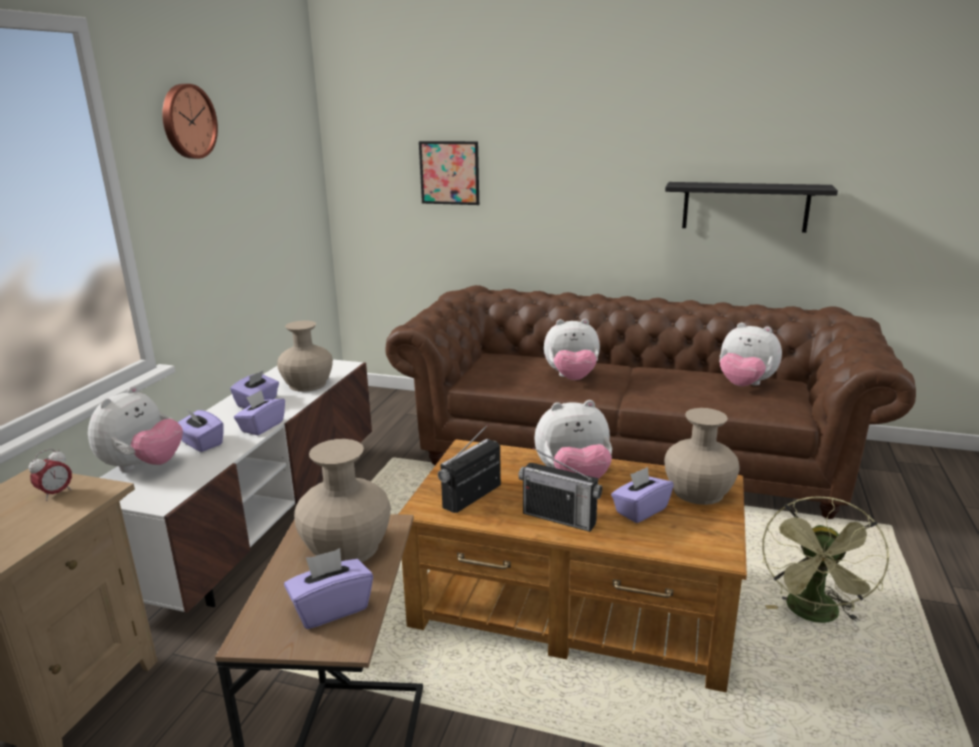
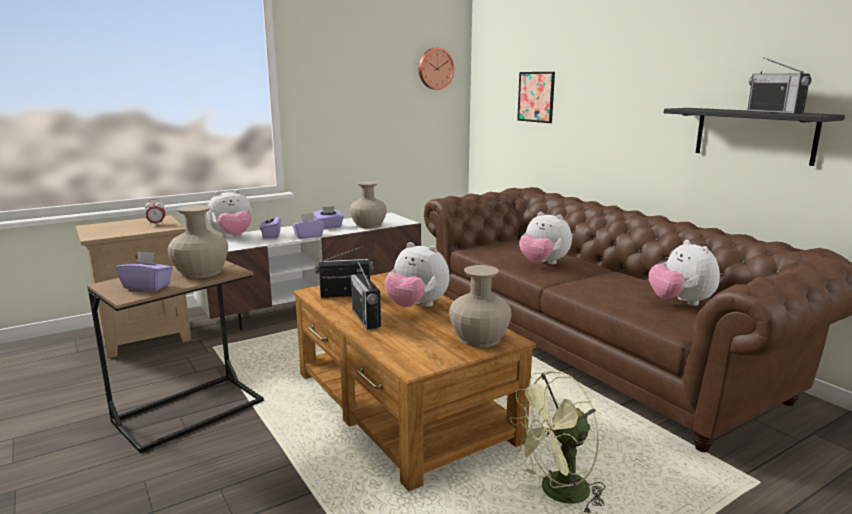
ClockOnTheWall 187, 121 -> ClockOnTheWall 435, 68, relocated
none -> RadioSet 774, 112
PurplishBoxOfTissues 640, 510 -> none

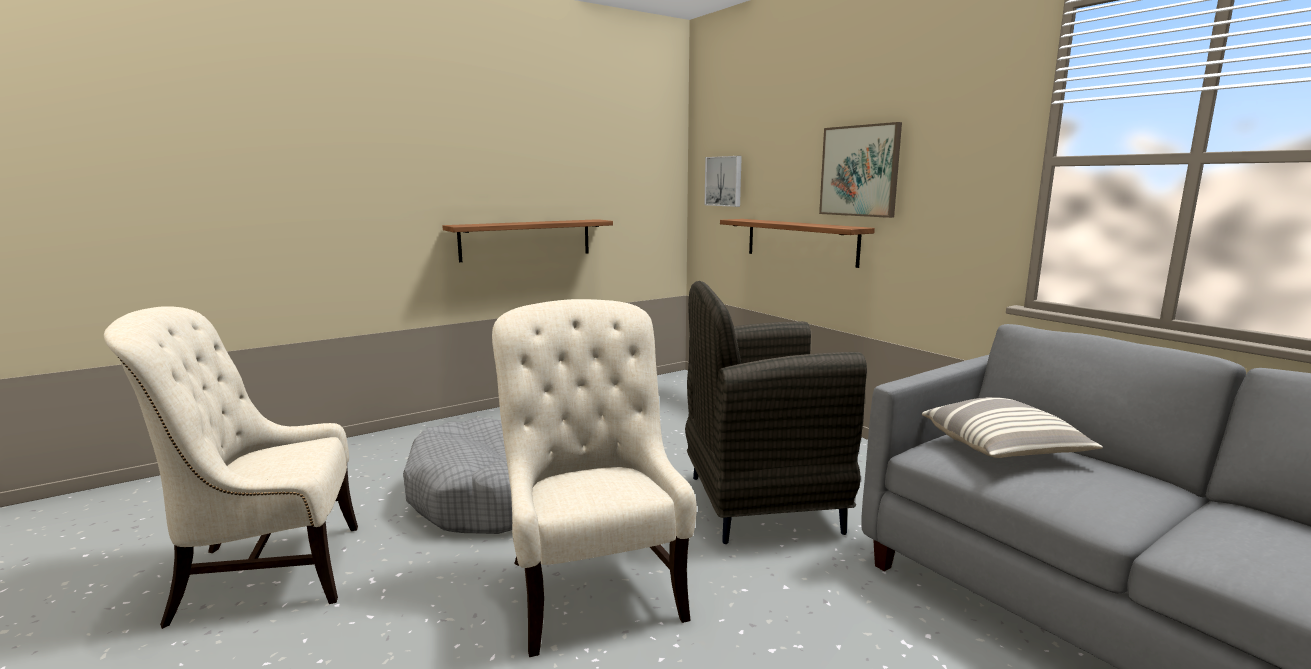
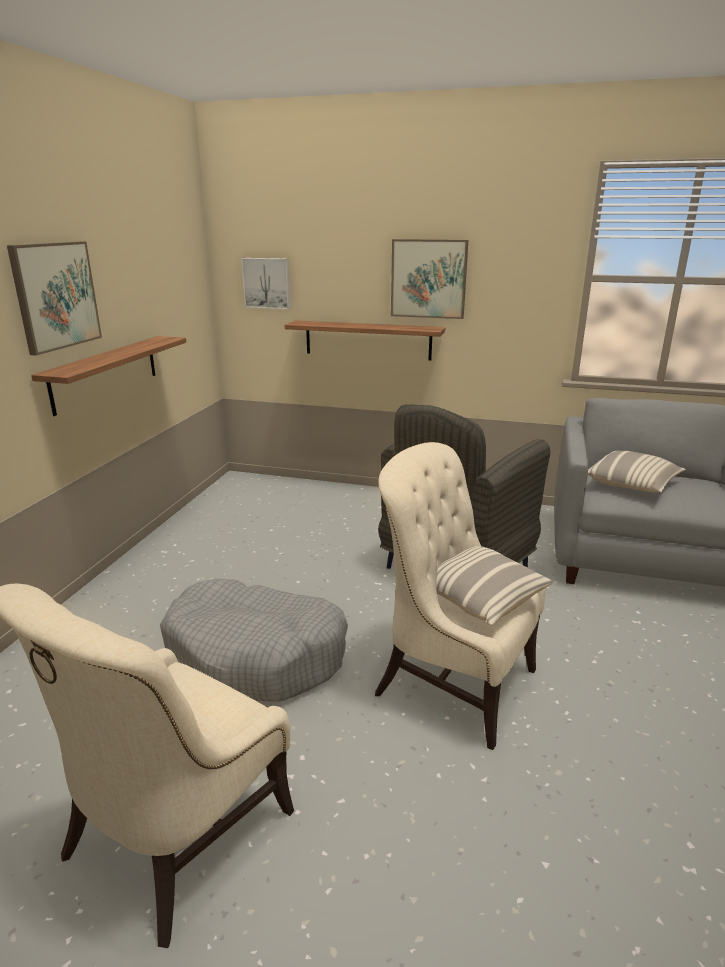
none -> WallArt 56, 296
none -> Cushion 479, 597

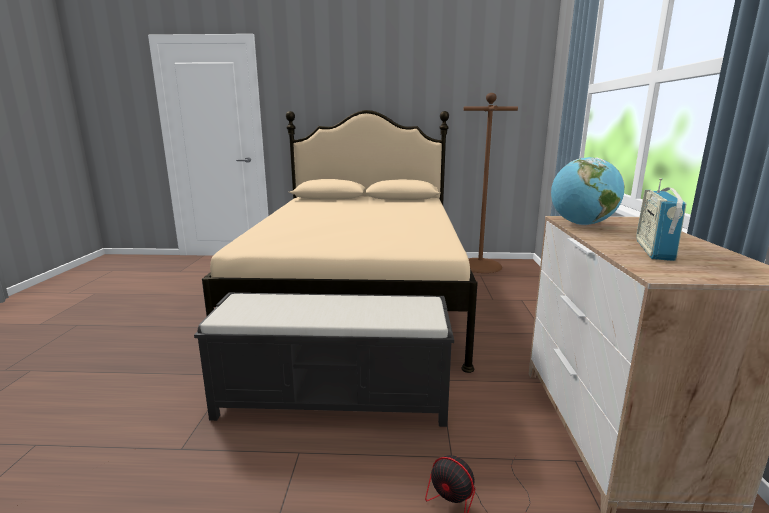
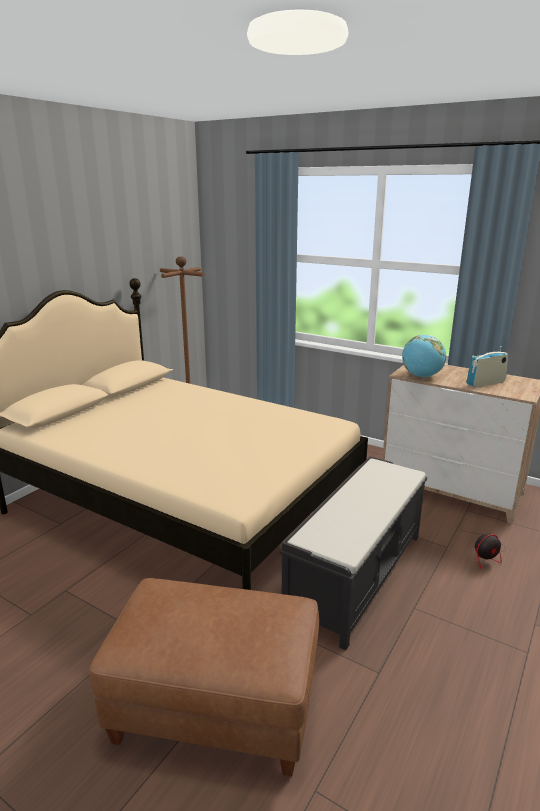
none -> BrownishFootrest 213, 709
RadioSet 654, 250 -> RadioSet 485, 383, 105 degrees clockwise

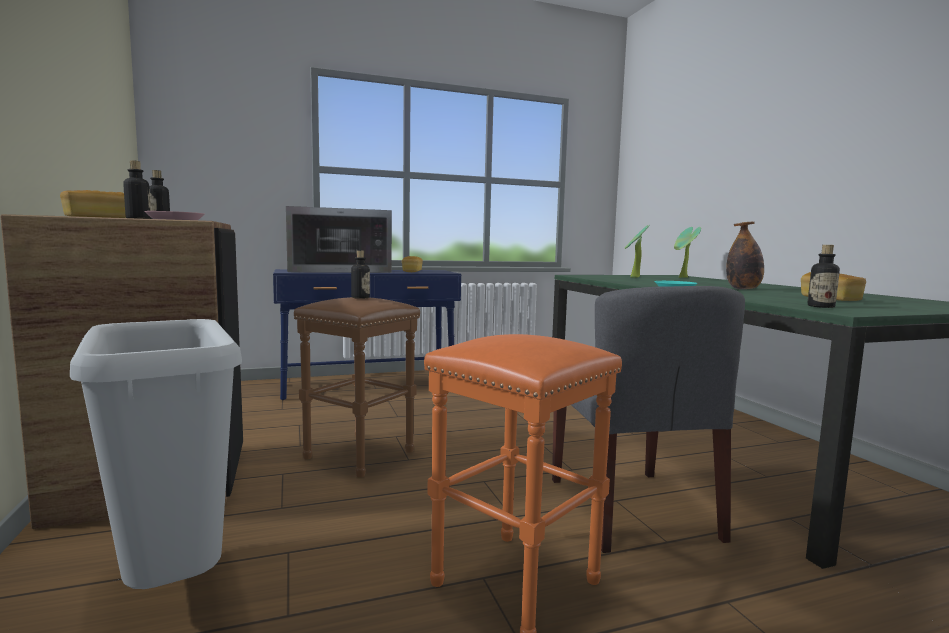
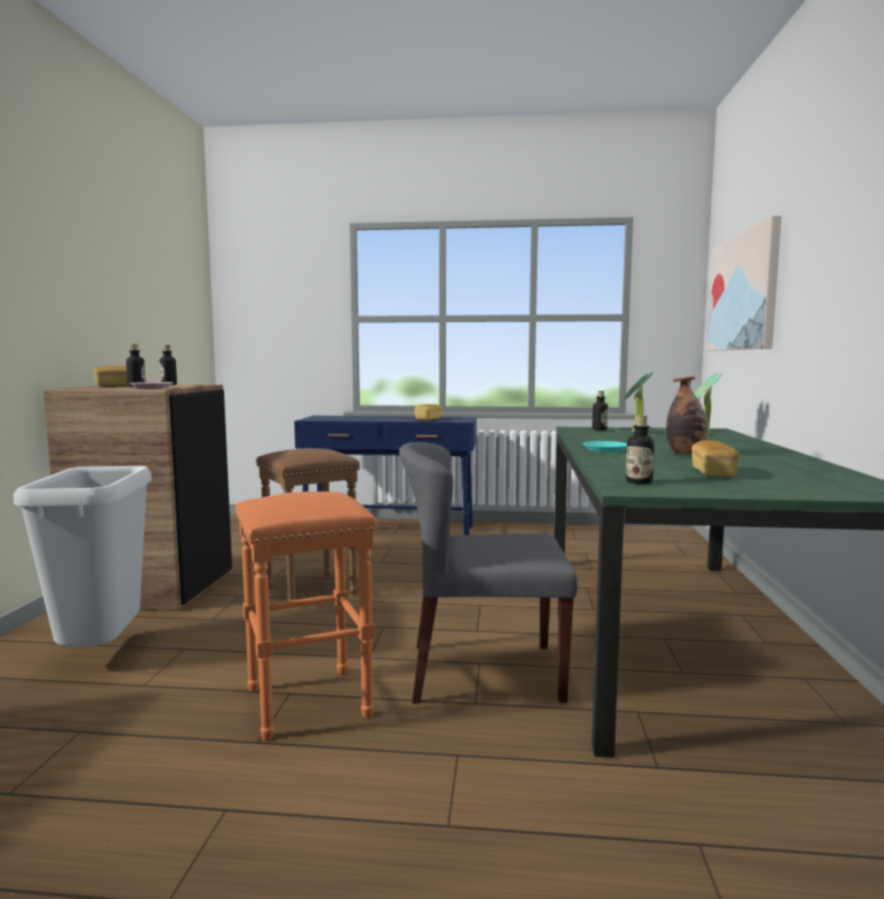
GreyishChair 631, 508 -> GreyishChair 483, 672, 75 degrees clockwise
DrinkBottle 360, 297 -> DrinkBottle 599, 429, relocated
none -> WallArt 743, 292
KitchenMicrowave 339, 271 -> none

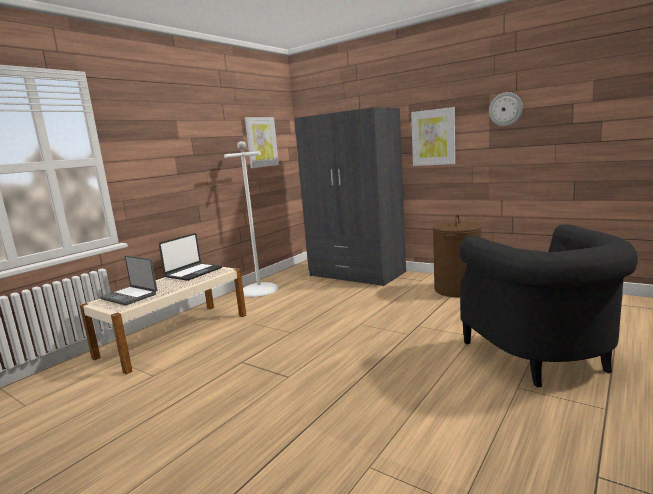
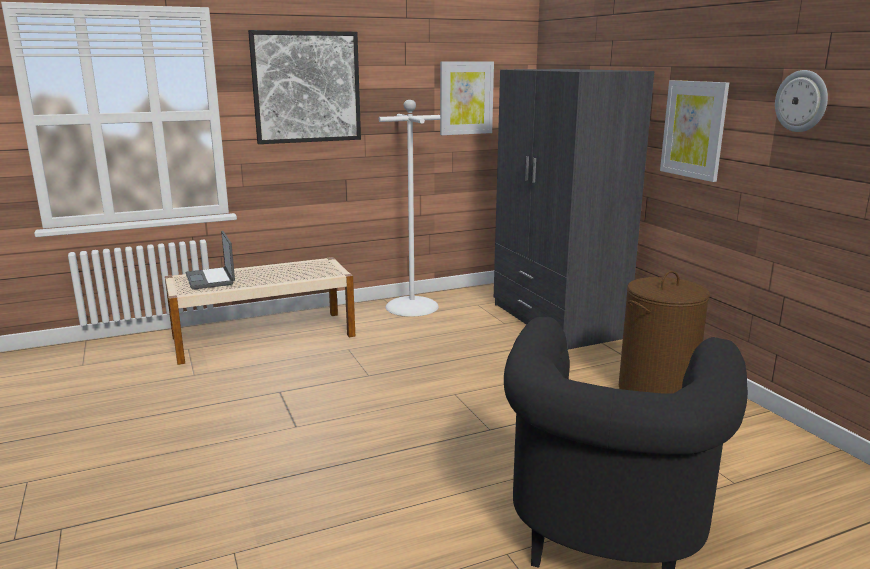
none -> WallArt 306, 87
NotebookComputer 193, 272 -> none

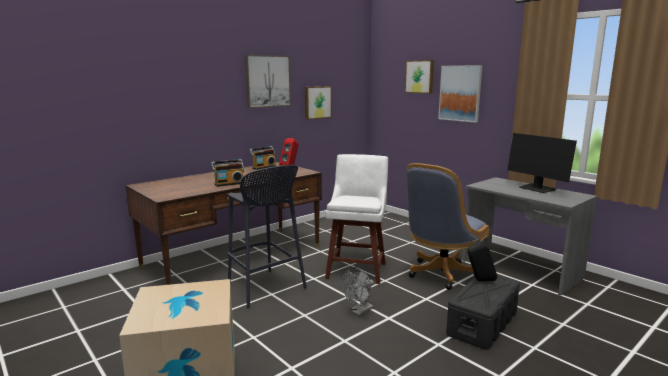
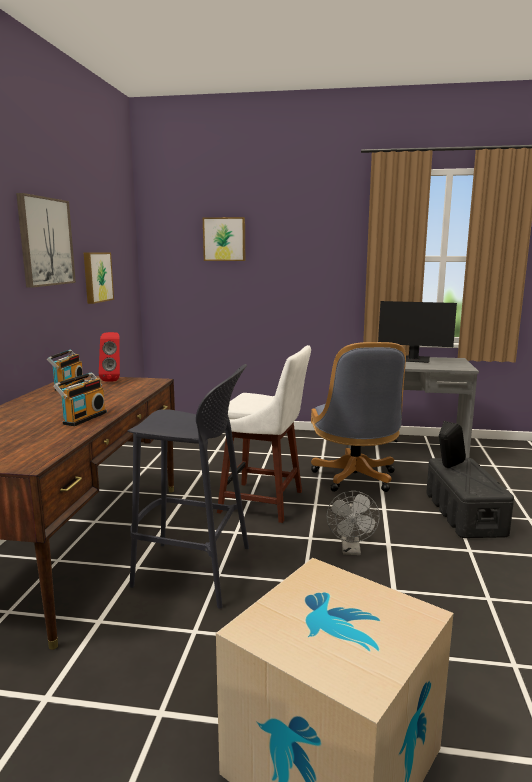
WhiteColouredChair 357, 269 -> WhiteColouredChair 266, 502, 135 degrees clockwise
WallArt 460, 93 -> none

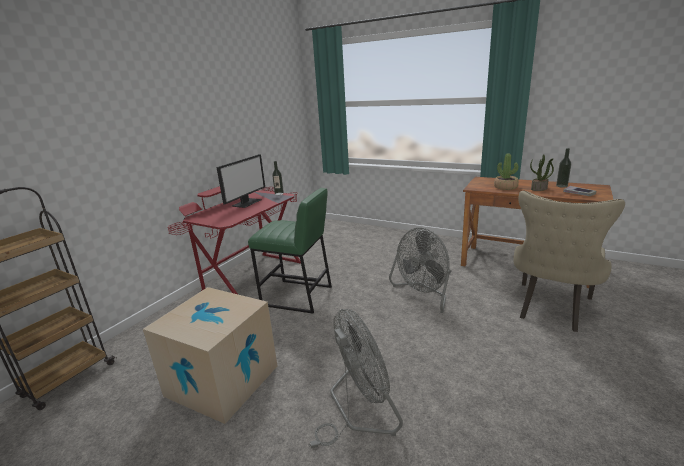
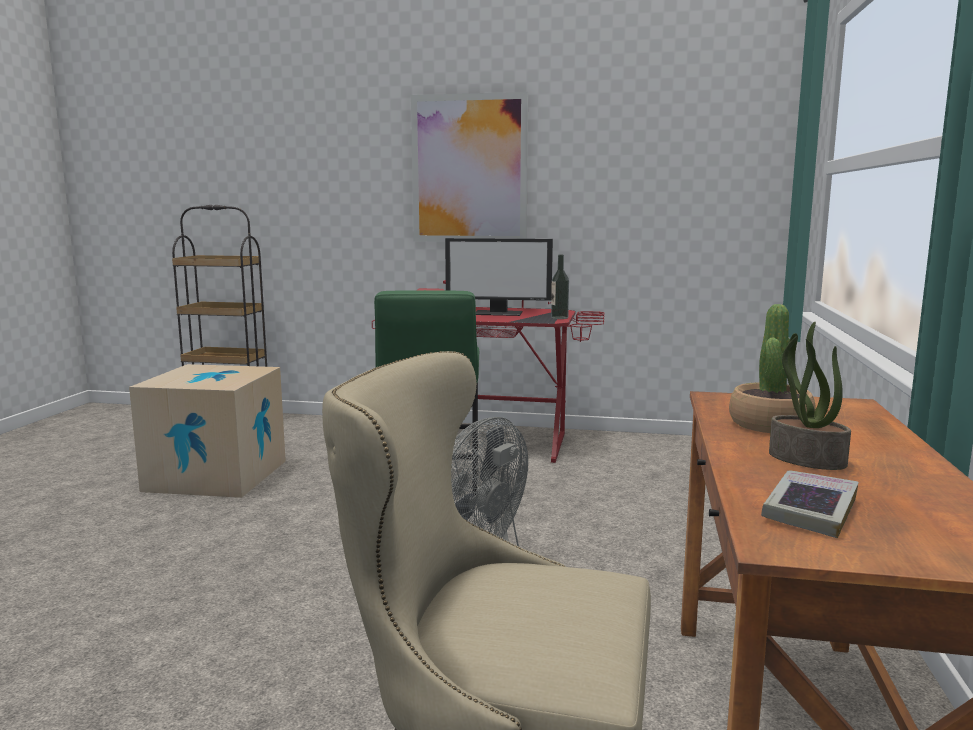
none -> WallArt 469, 169
GreyishFan 354, 408 -> none
DrinkBottle 561, 186 -> none

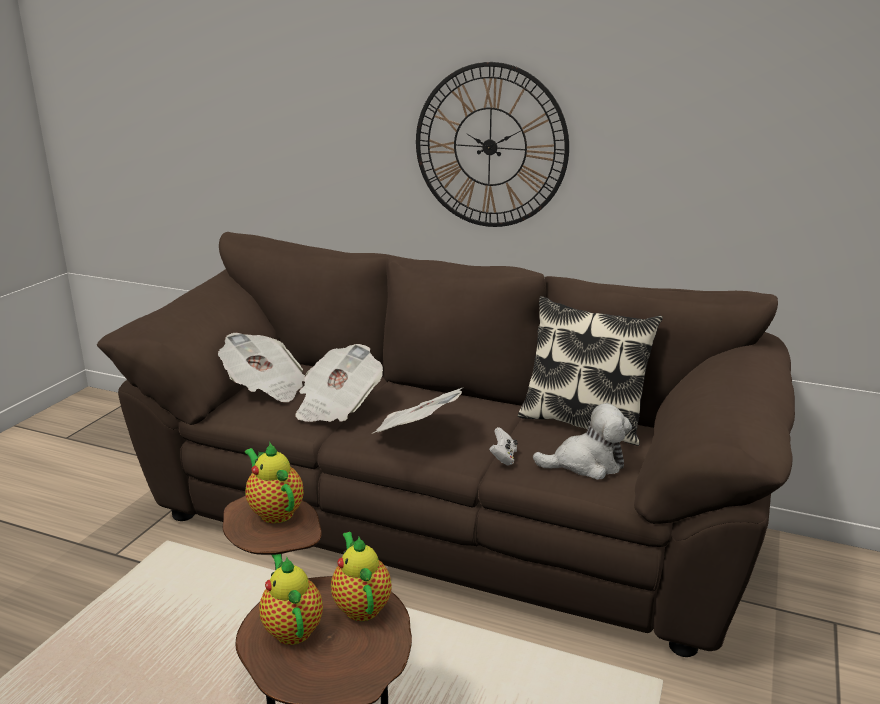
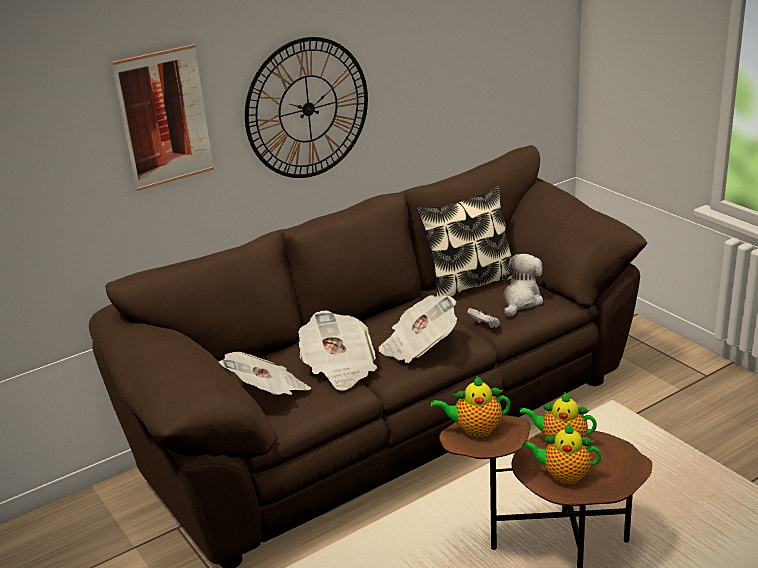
none -> WallArt 164, 118

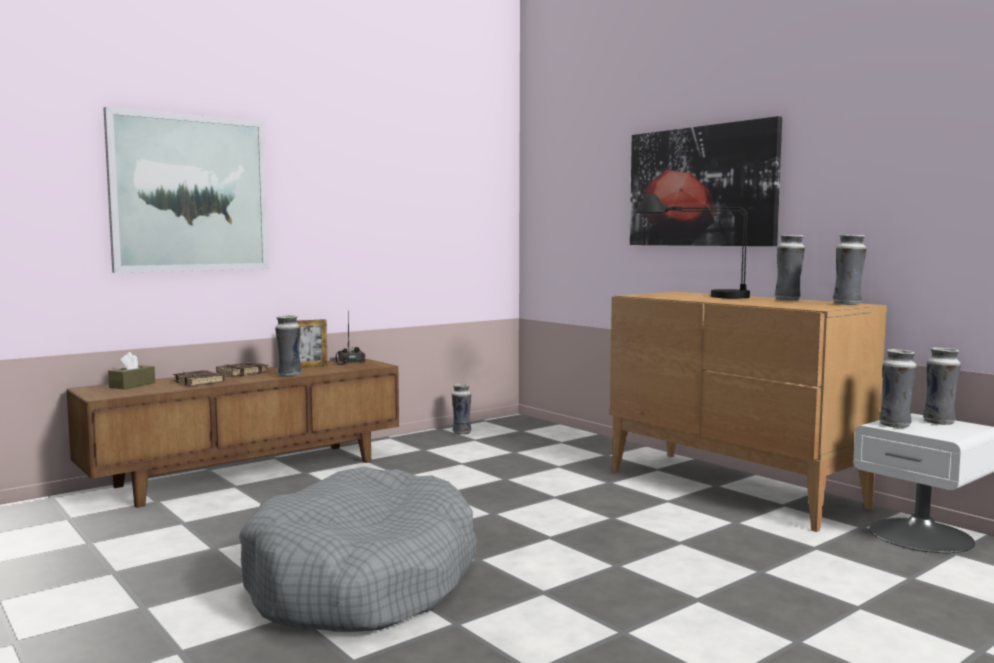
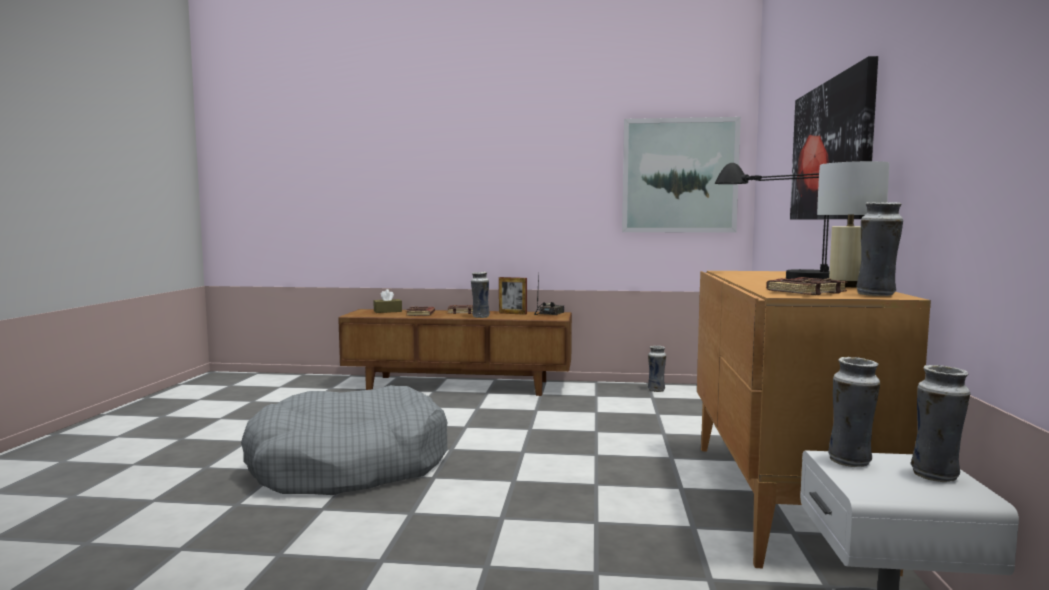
WallArt 190, 193 -> WallArt 679, 176, relocated
none -> BrownishBook 805, 292
FlowerVase 788, 300 -> WhiteColouredLampForATable 846, 285

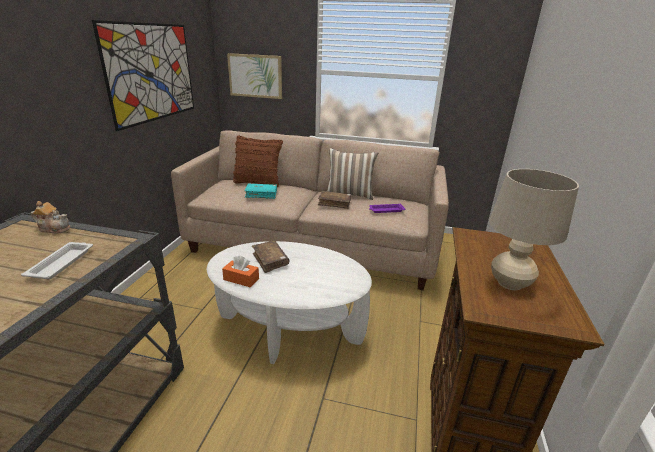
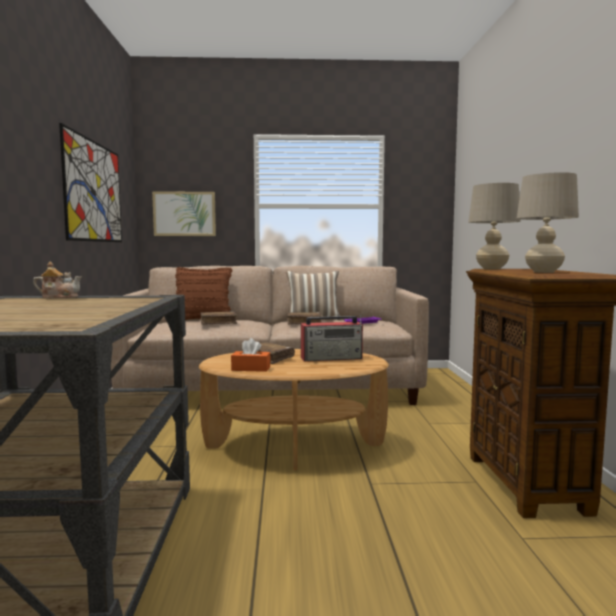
WhiteColouredLoungeTable 289, 330 -> BrownishLoungeTable 294, 446
TurquoiseBook 261, 194 -> BrownishBook 218, 322
none -> RadioSet 332, 358
none -> BeigeLampForATable 492, 269
WhiteColouredServingTray 62, 263 -> none

